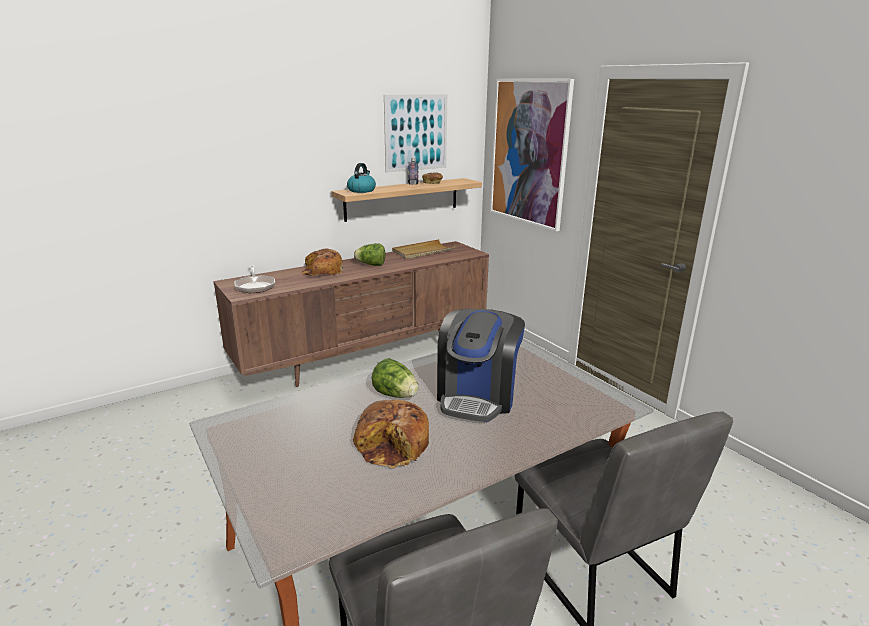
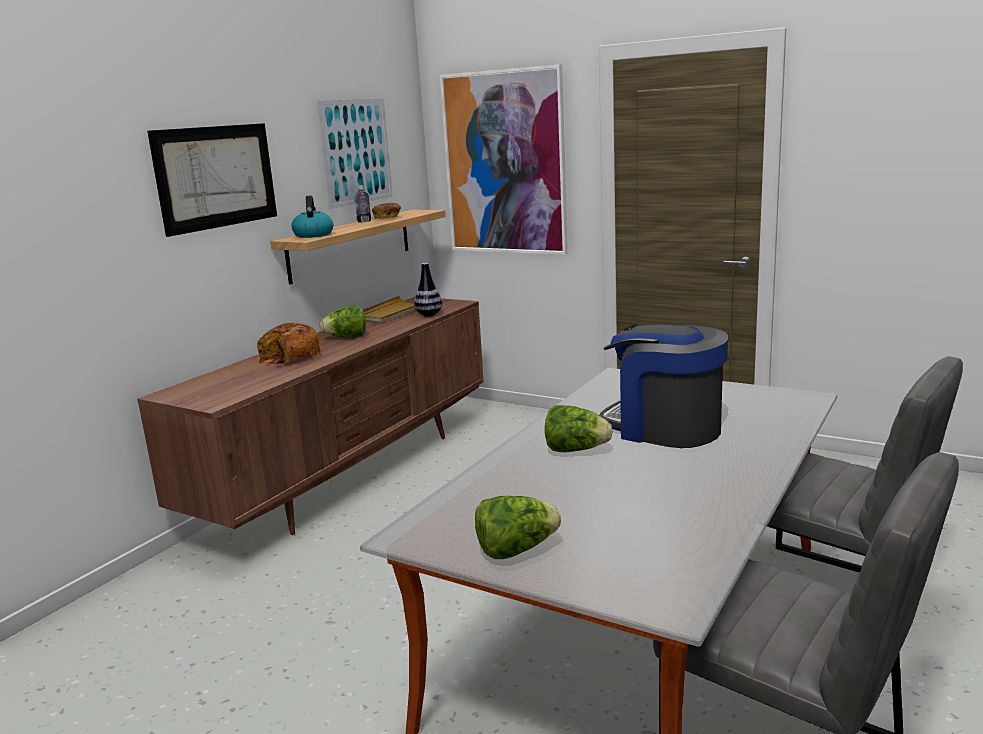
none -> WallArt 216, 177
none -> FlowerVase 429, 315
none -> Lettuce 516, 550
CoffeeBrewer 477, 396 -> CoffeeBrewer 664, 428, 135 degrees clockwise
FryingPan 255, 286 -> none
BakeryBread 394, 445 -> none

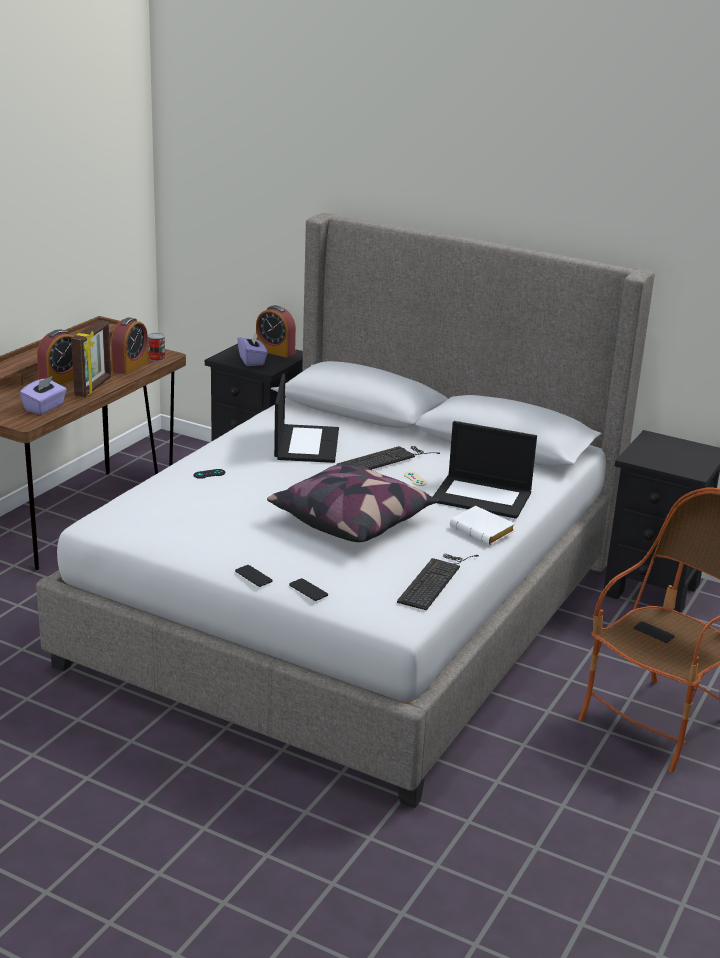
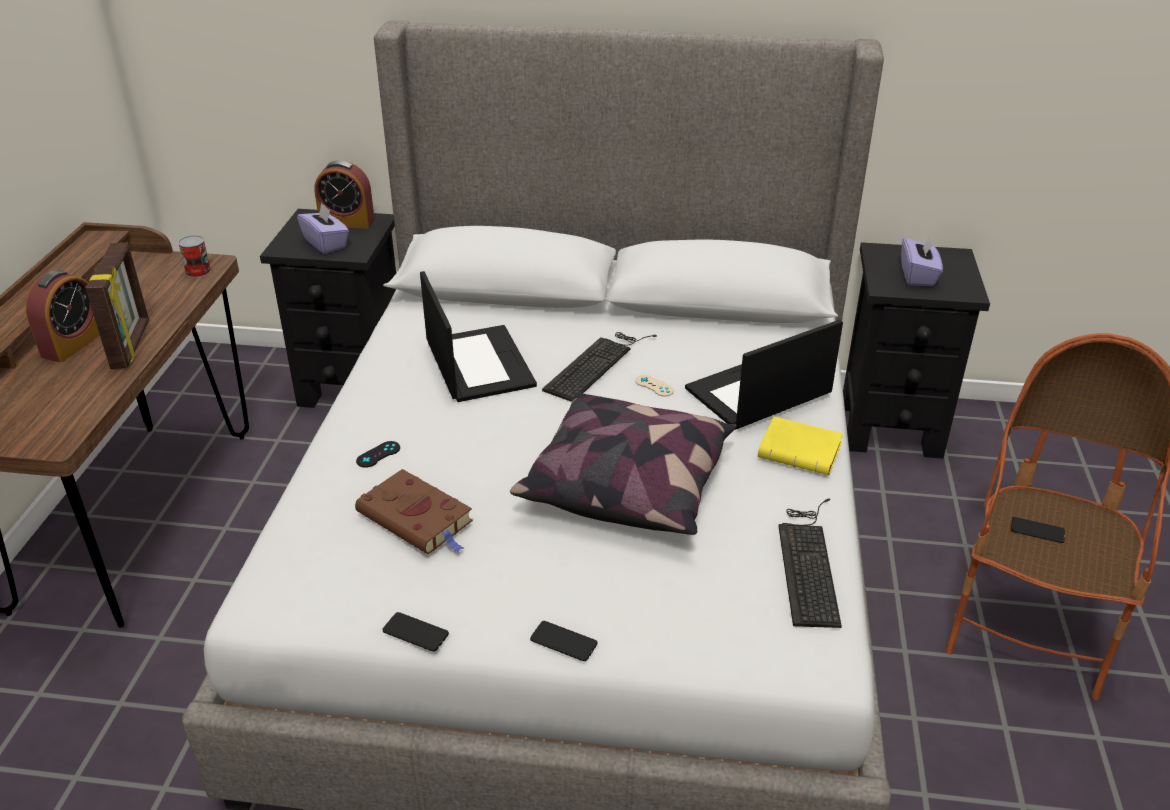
none -> BrownishBook 417, 518
Handset 308, 590 -> Handset 415, 632, relocated
NotebookComputer 483, 497 -> NotebookComputer 758, 393, 150 degrees clockwise
WhiteColouredBook 484, 531 -> YellowColouredBook 802, 452
PurplishBoxOfTissues 44, 408 -> PurplishBoxOfTissues 918, 276, relocated
AlarmClock 130, 366 -> none

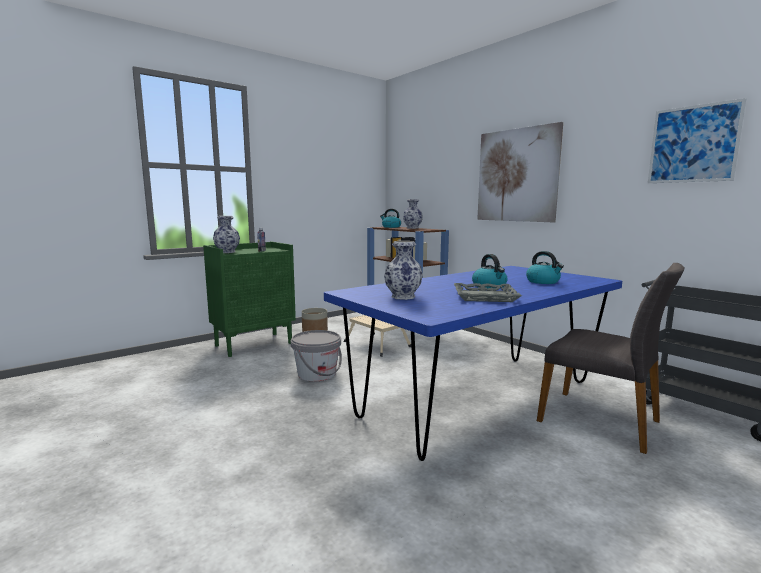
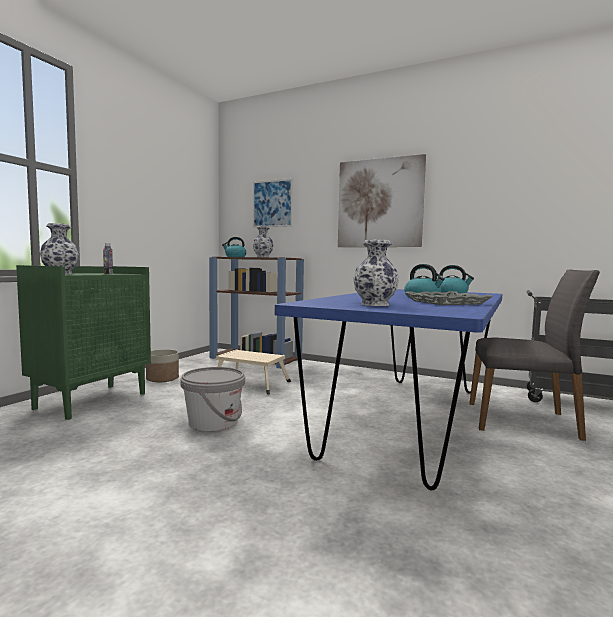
WallArt 693, 144 -> WallArt 272, 203, relocated

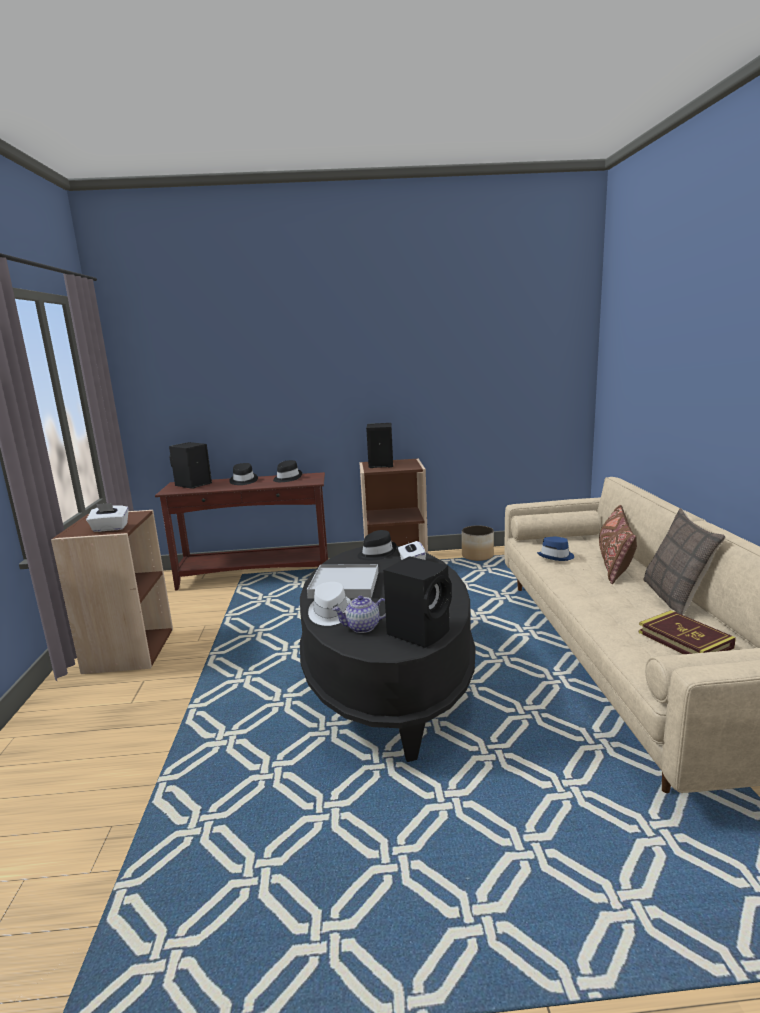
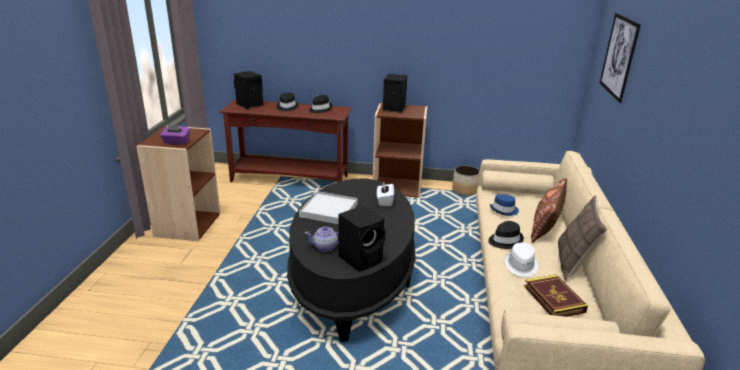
WhiteColouredBoxOfTissues 110, 528 -> PurplishBoxOfTissues 176, 142
BlackWearableHat 376, 553 -> BlackWearableHat 505, 240, relocated
WhiteColouredWearableHat 330, 613 -> WhiteColouredWearableHat 520, 265, relocated
none -> WallArt 619, 56

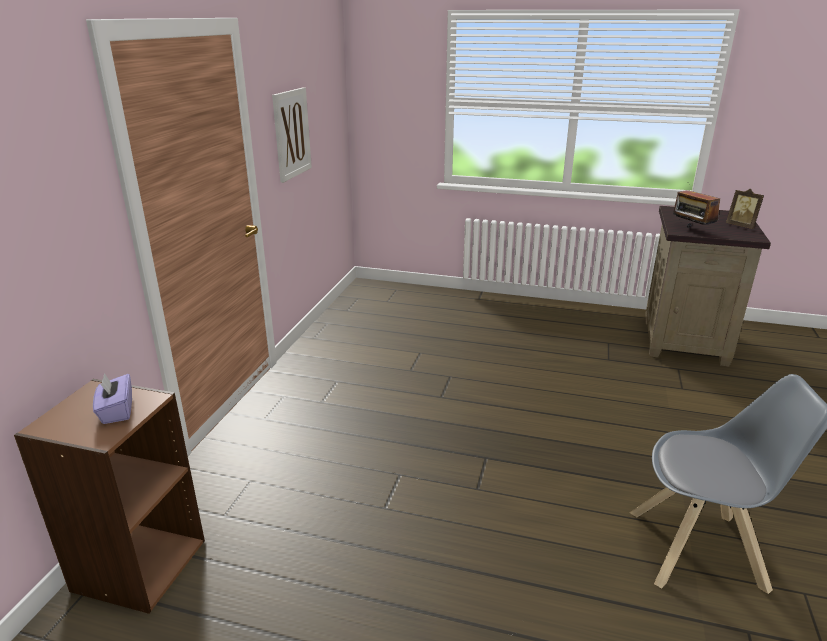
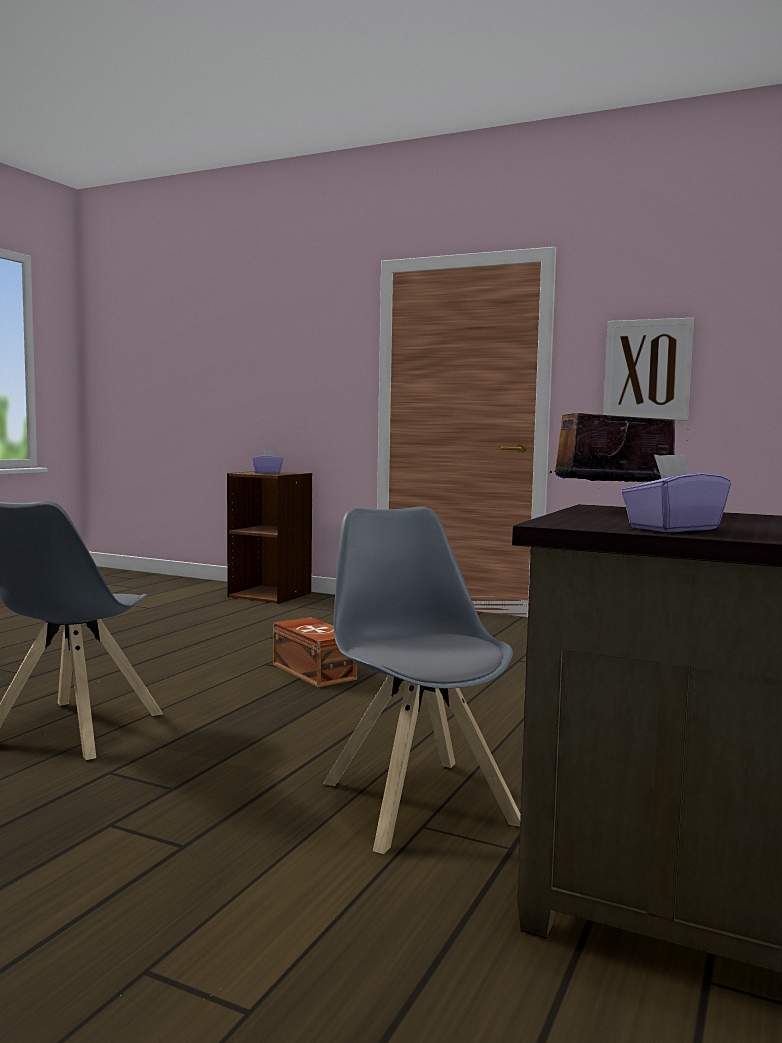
none -> BrownishStorageBox 314, 671
none -> GreyishChair 416, 800
PhotoFrame 741, 226 -> PurplishBoxOfTissues 672, 528

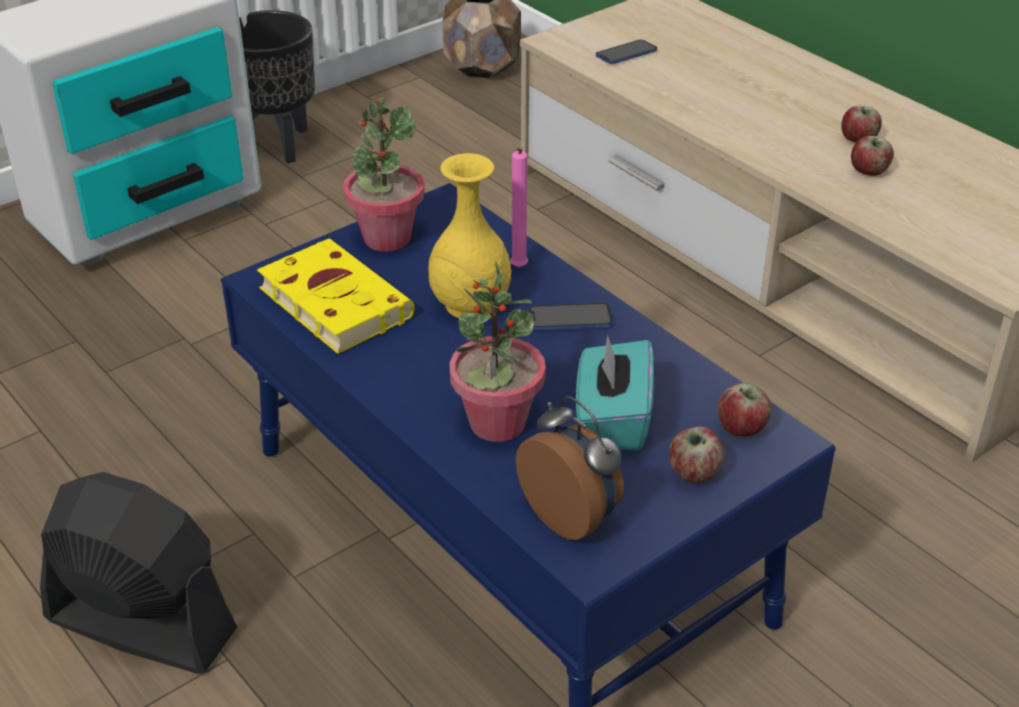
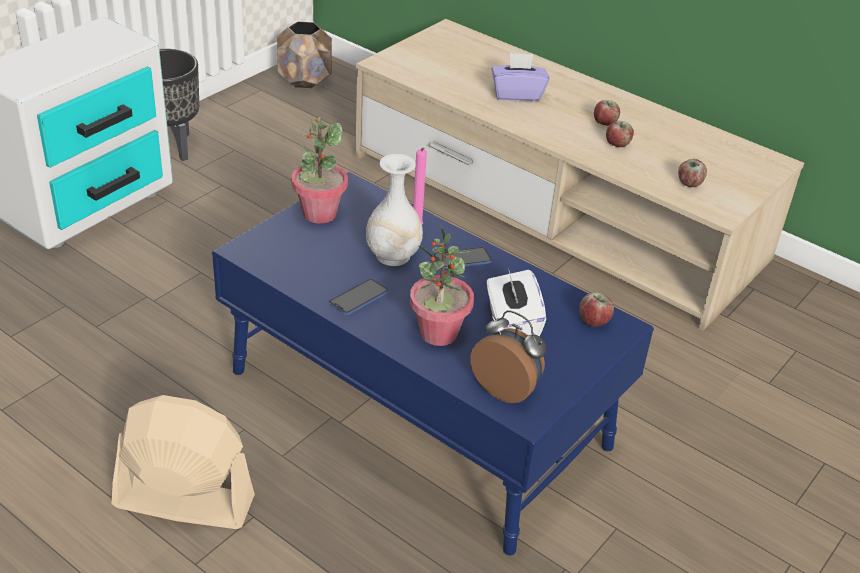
BlackFan 140, 624 -> BeigeFan 183, 501
Handset 626, 54 -> Handset 359, 298, relocated
YellowColouredFlowerVase 469, 305 -> WhiteColouredFlowerVase 392, 256
TurquoiseBoxOfTissues 612, 420 -> WhiteColouredBoxOfTissues 511, 324
none -> PurplishBoxOfTissues 517, 94
Apple 694, 473 -> Apple 689, 184, relocated
YellowColouredBook 331, 301 -> none

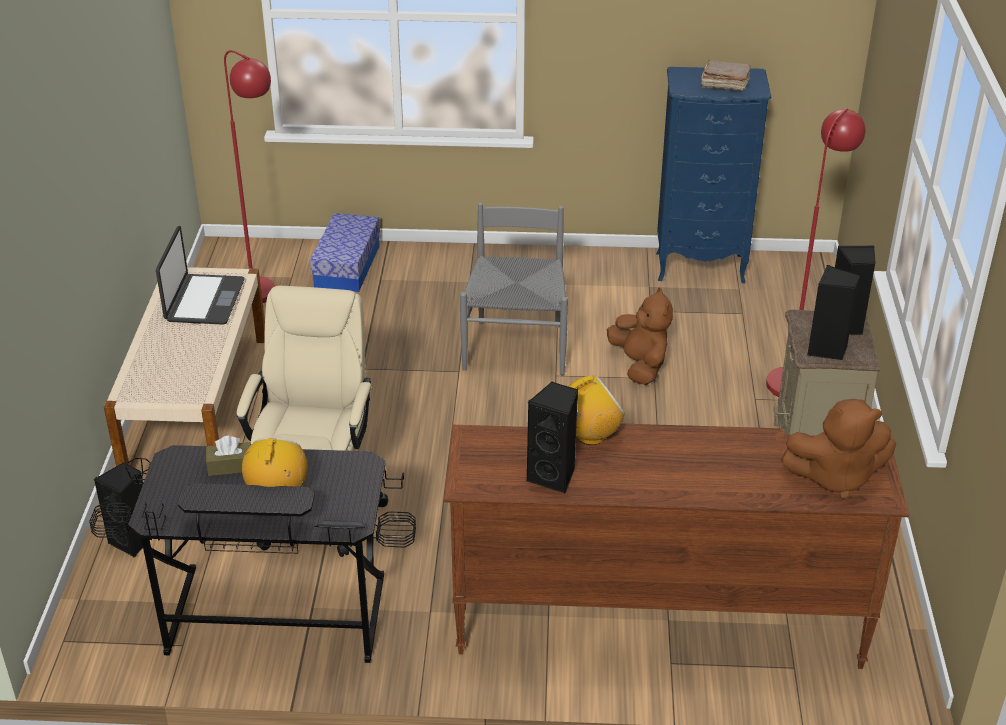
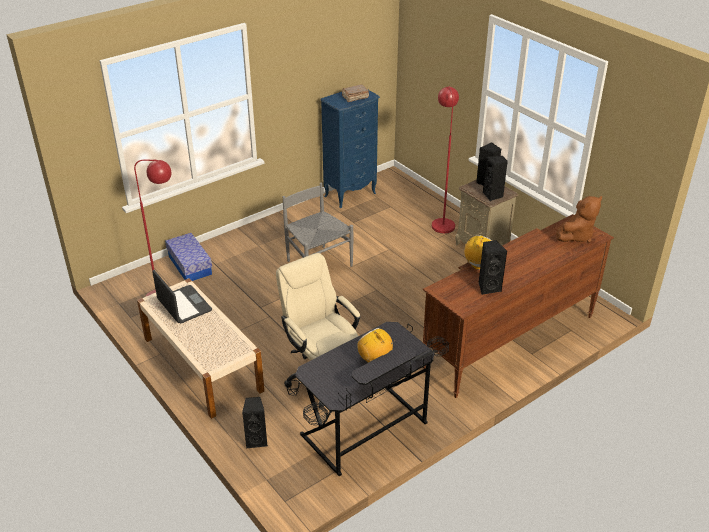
BrownishBoxOfTissues 230, 466 -> none
BrownishPlushToy 640, 365 -> none

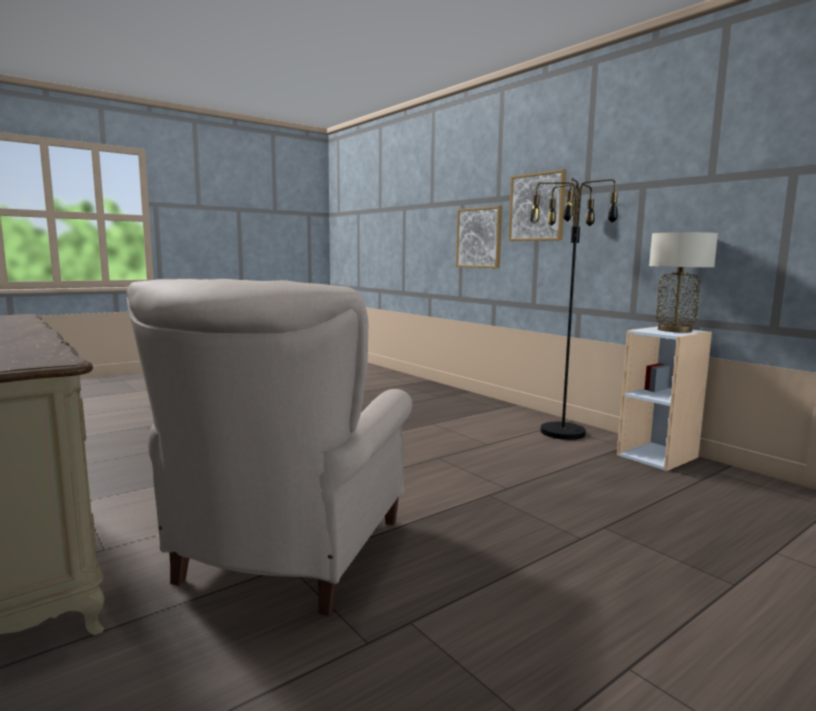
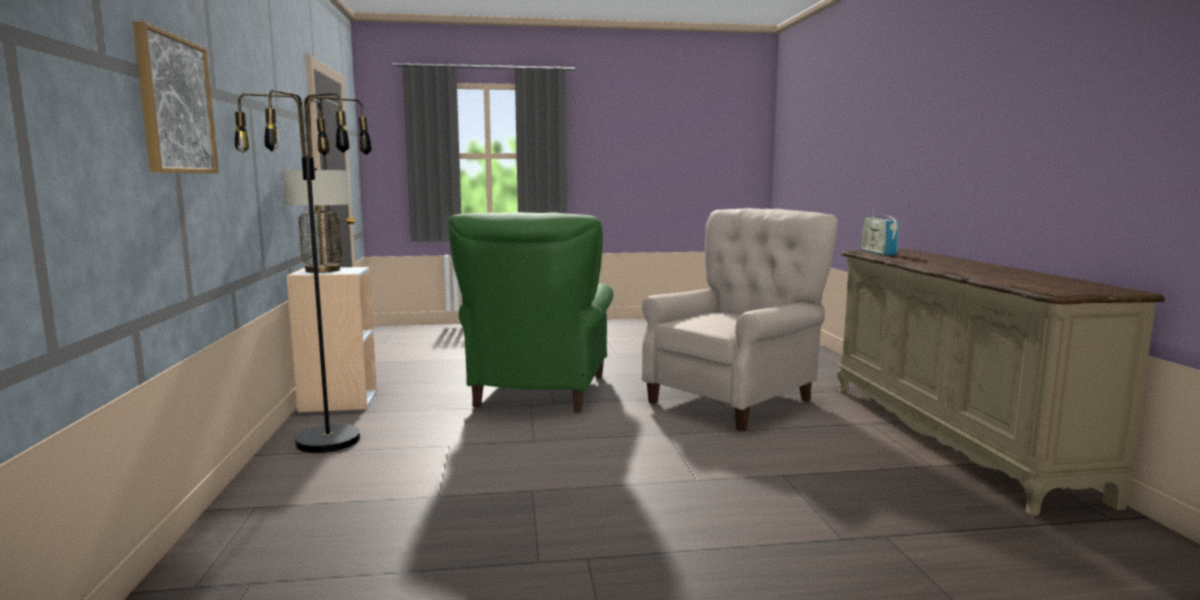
none -> GreenishLoungeChair 539, 393
none -> RadioSet 878, 253
WallArt 479, 238 -> none

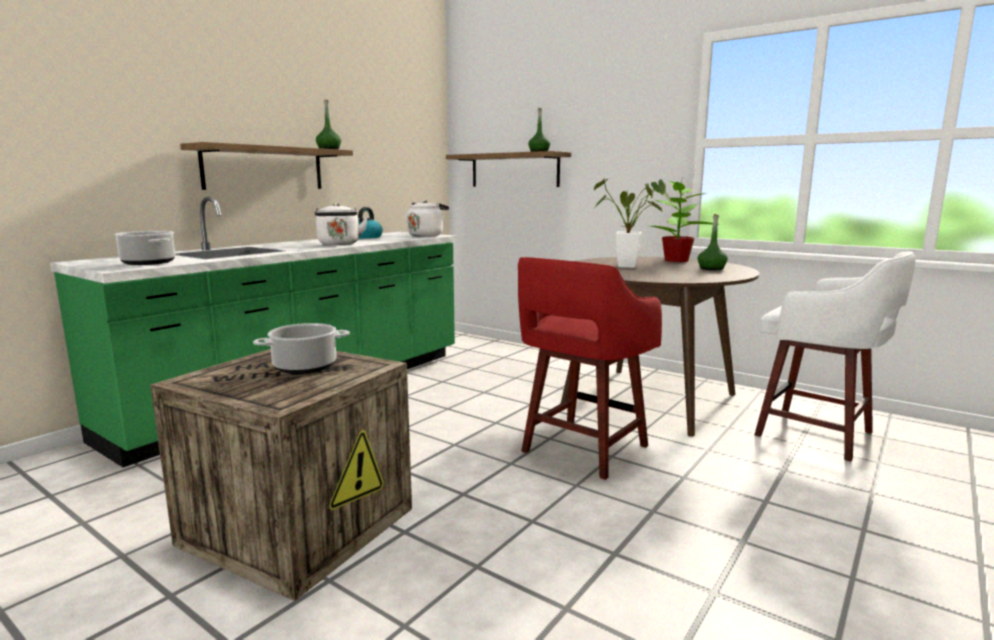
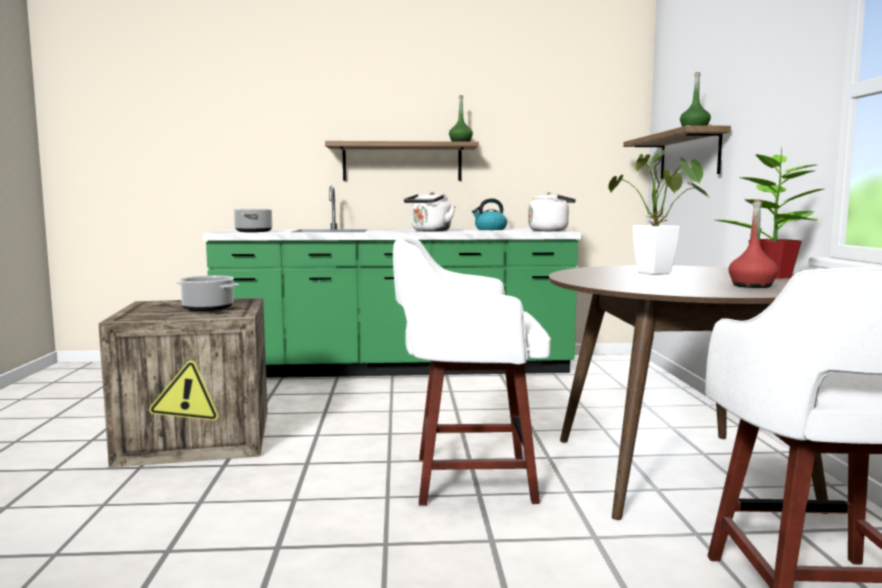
RedColouredSittingStool 582, 450 -> WhiteColouredSittingStool 468, 479
GreenishDrinkBottle 711, 269 -> RedColouredDrinkBottle 752, 286

